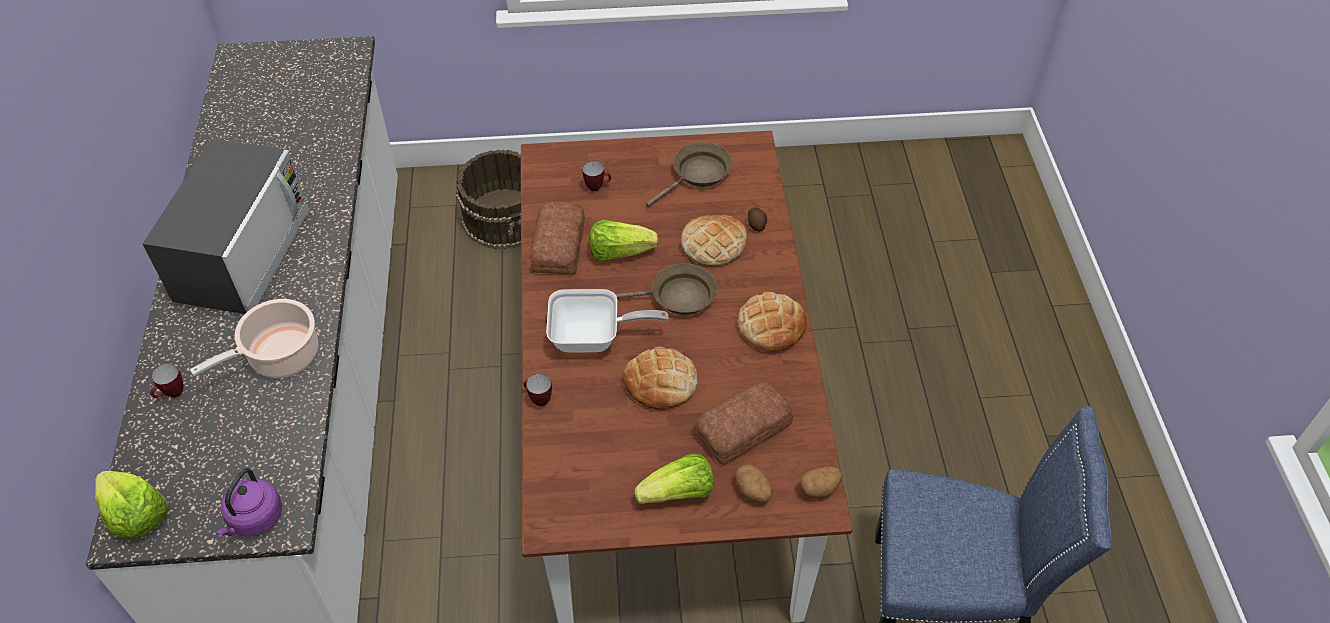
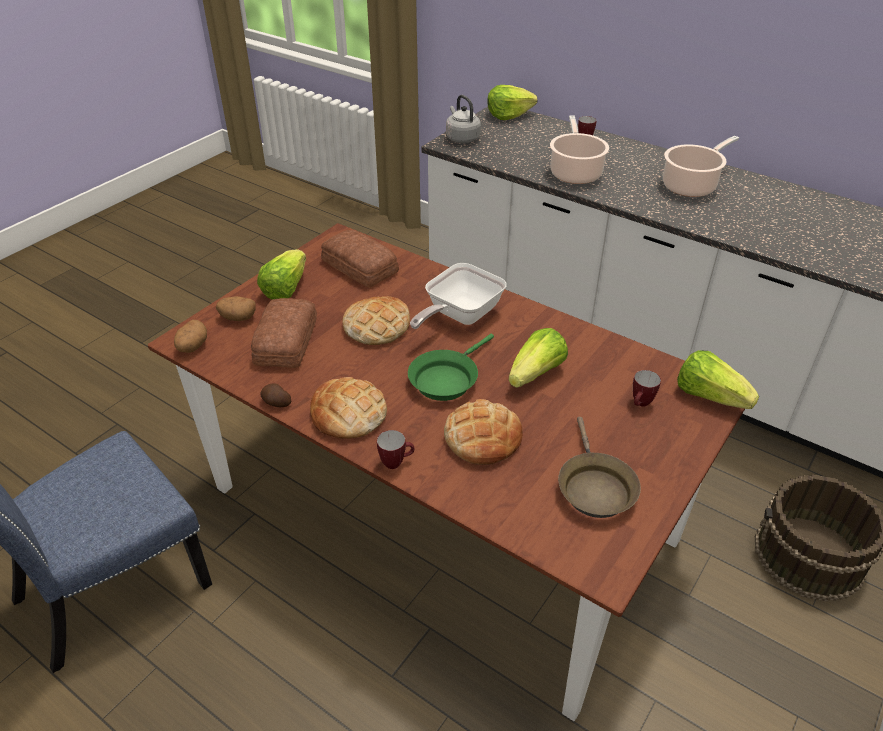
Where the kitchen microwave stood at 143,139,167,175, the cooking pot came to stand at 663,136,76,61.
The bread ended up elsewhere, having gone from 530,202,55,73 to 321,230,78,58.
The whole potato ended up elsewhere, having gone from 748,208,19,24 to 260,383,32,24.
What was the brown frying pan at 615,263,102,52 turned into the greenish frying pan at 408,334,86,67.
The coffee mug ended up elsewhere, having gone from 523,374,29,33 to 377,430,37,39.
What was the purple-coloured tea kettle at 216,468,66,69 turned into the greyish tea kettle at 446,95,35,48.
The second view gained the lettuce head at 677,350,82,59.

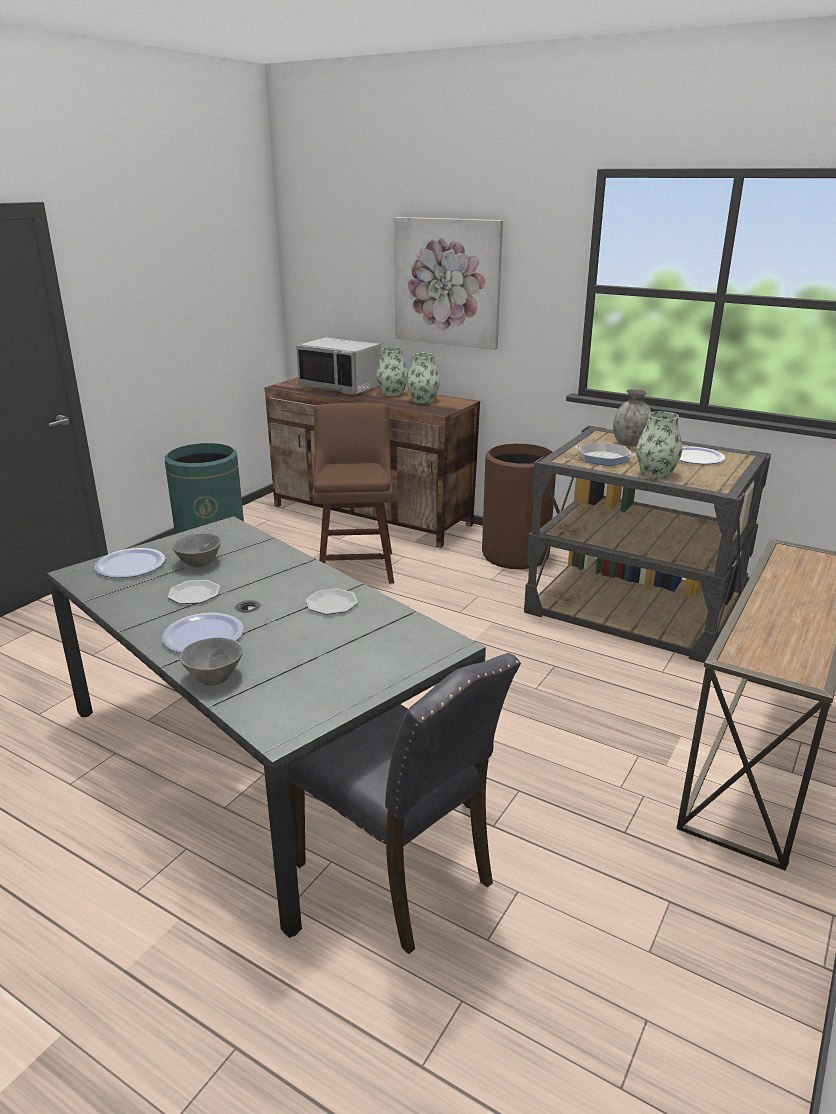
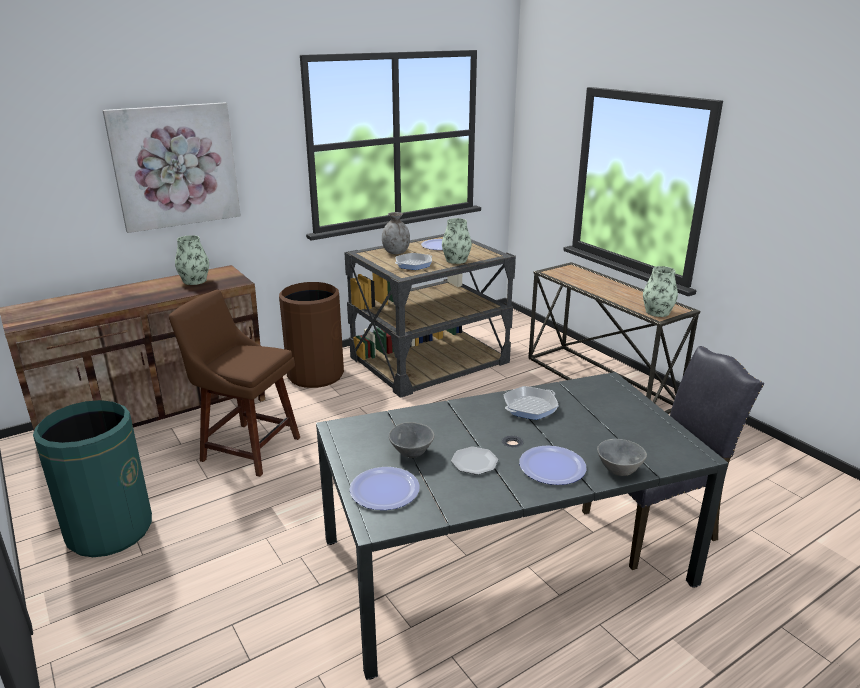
The second view lost the greyish kitchen microwave at 296,337,85,58.
The decorative vase ended up elsewhere, having gone from 376,347,32,49 to 643,266,35,51.
Where the plate stood at 305,588,53,27, the frying pan came to stand at 504,386,55,34.

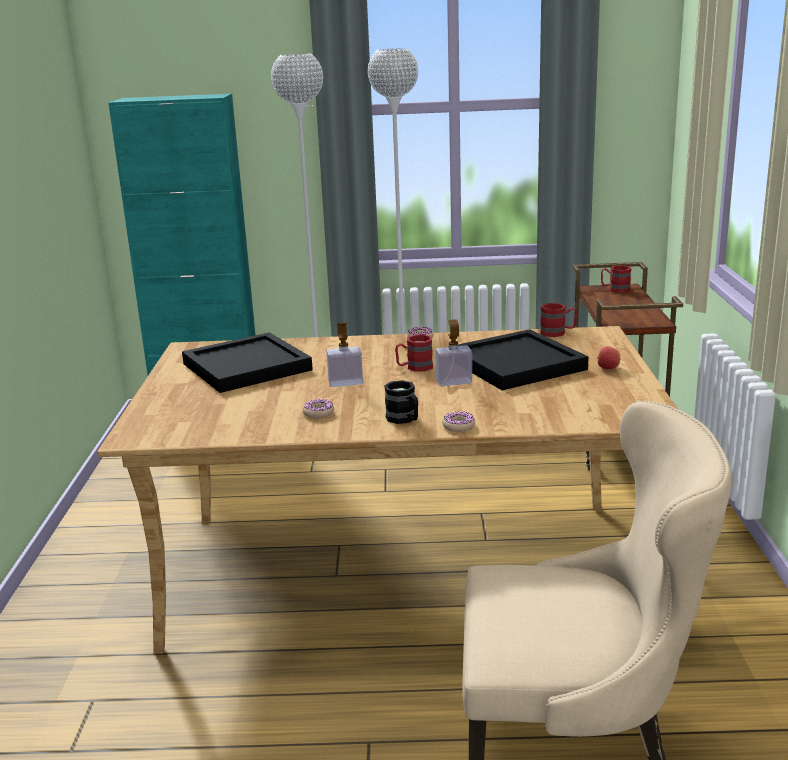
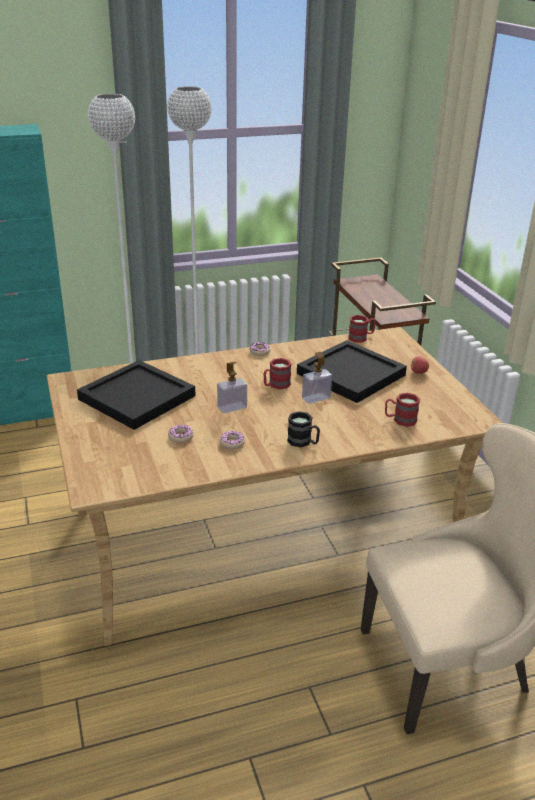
The red coffee mug ended up elsewhere, having gone from 601,265,31,28 to 385,392,35,35.
The doughnut ended up elsewhere, having gone from 442,411,33,21 to 168,424,25,19.

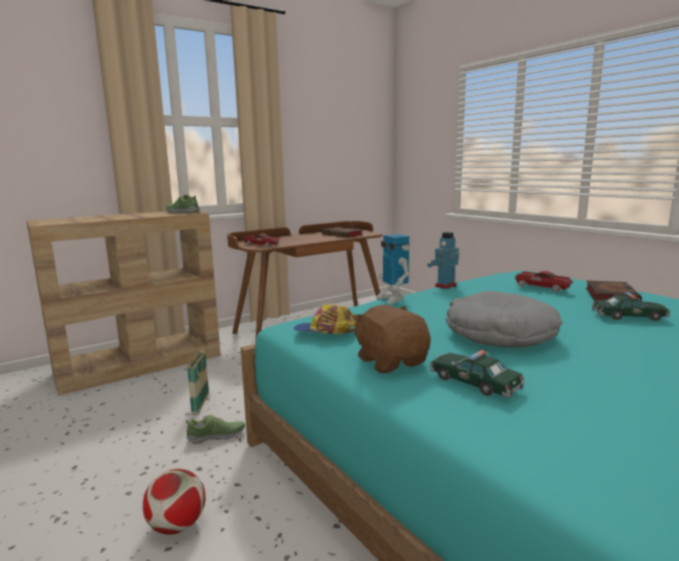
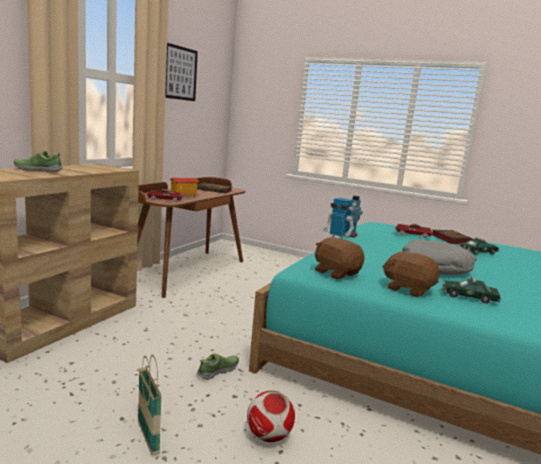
The item of footwear ended up elsewhere, having gone from 166,194,34,19 to 14,151,48,21.
Where the peaked cap stood at 294,304,63,30, the brown cuddly toy came to stand at 315,237,50,42.
The storage basket ended up elsewhere, having gone from 187,337,22,78 to 138,354,24,101.
The second view gained the picture at 165,43,33,58.
The second view gained the model house at 170,178,29,19.

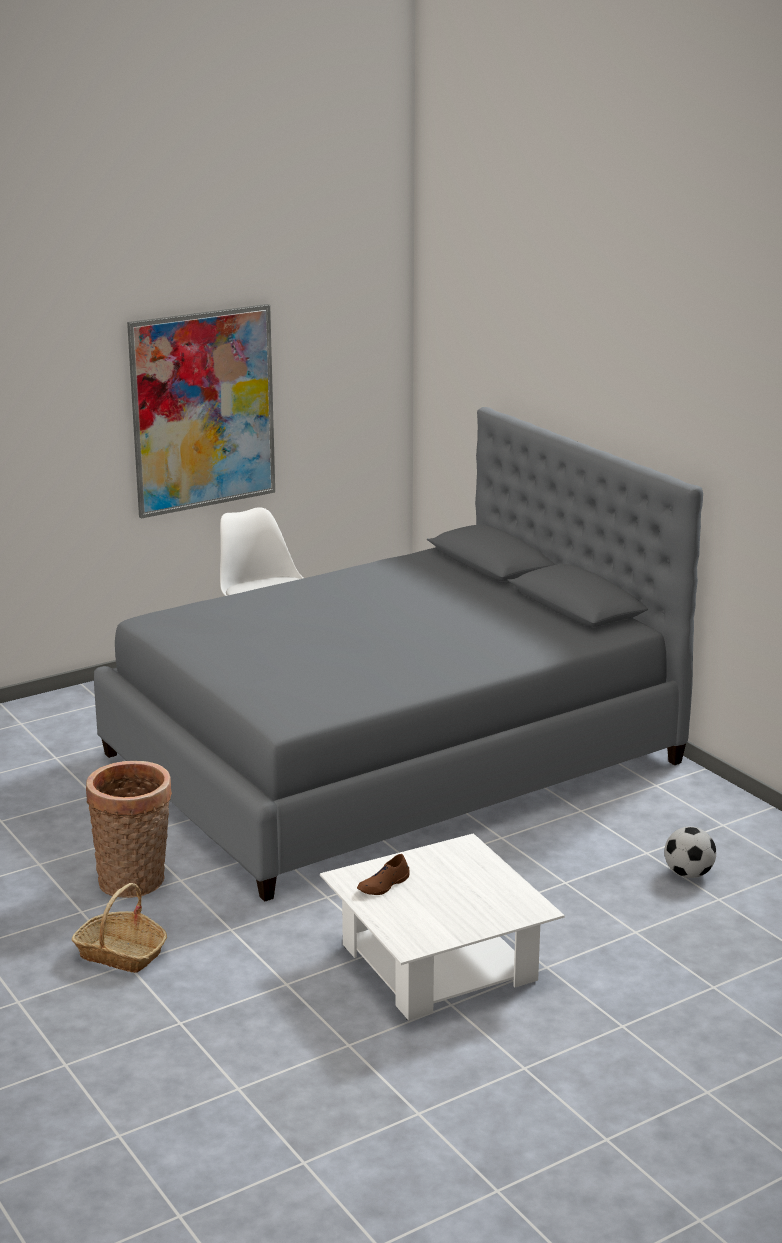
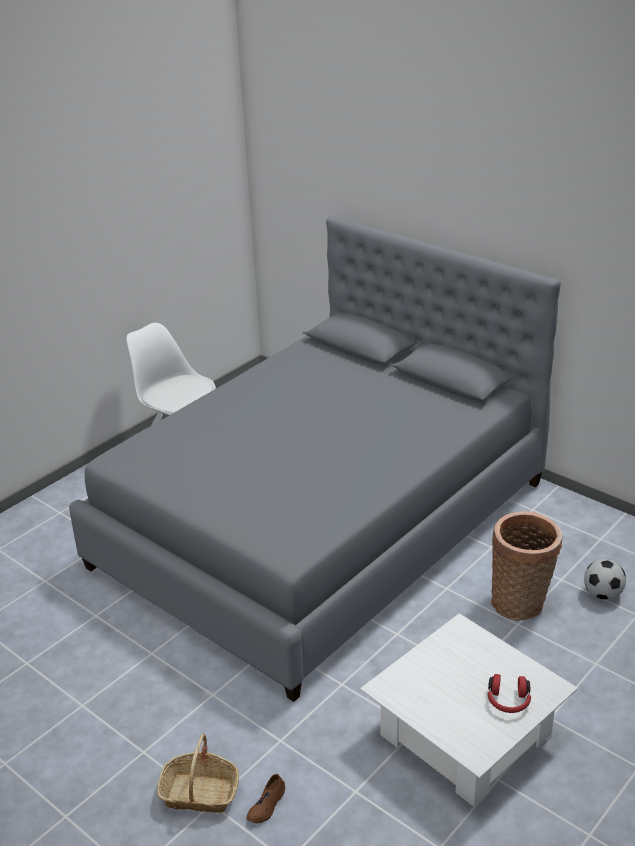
The second view lost the picture at 127,304,148,214.
The storage basket ended up elsewhere, having gone from 86,761,86,137 to 491,511,71,110.
The brown item of footwear ended up elsewhere, having gone from 357,854,53,41 to 247,774,38,49.
The second view gained the red pair of headphones at 488,674,43,39.

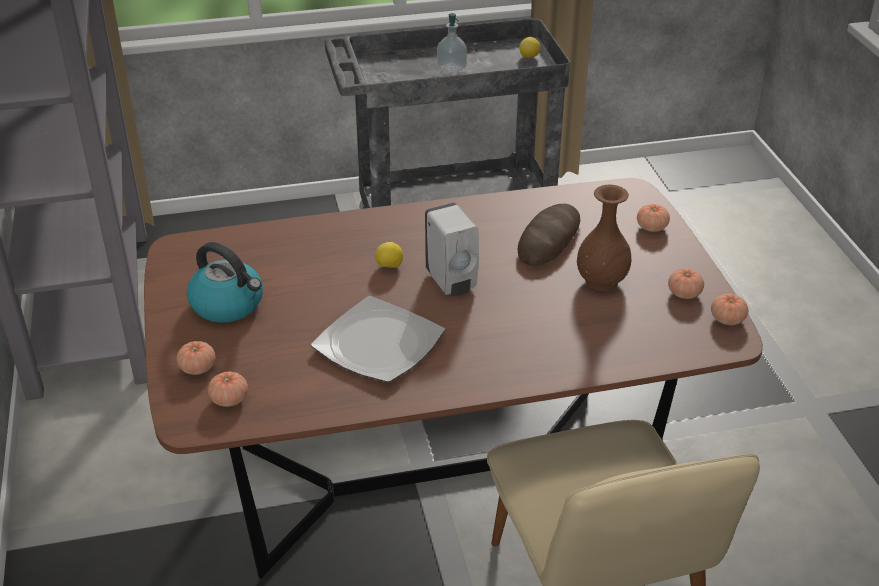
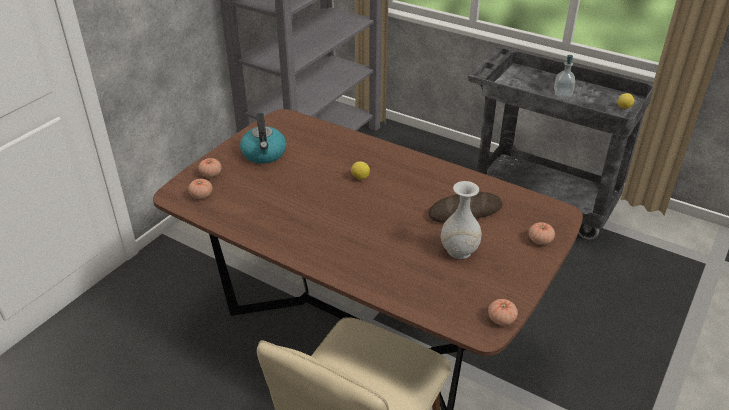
What was the brown decorative vase at 577,185,55,106 turned into the white-coloured decorative vase at 441,181,41,78.
The second view lost the white-coloured liquid soap bottle at 425,203,54,93.
The second view lost the whole tomato at 668,269,36,30.
The second view lost the plate at 311,296,134,86.

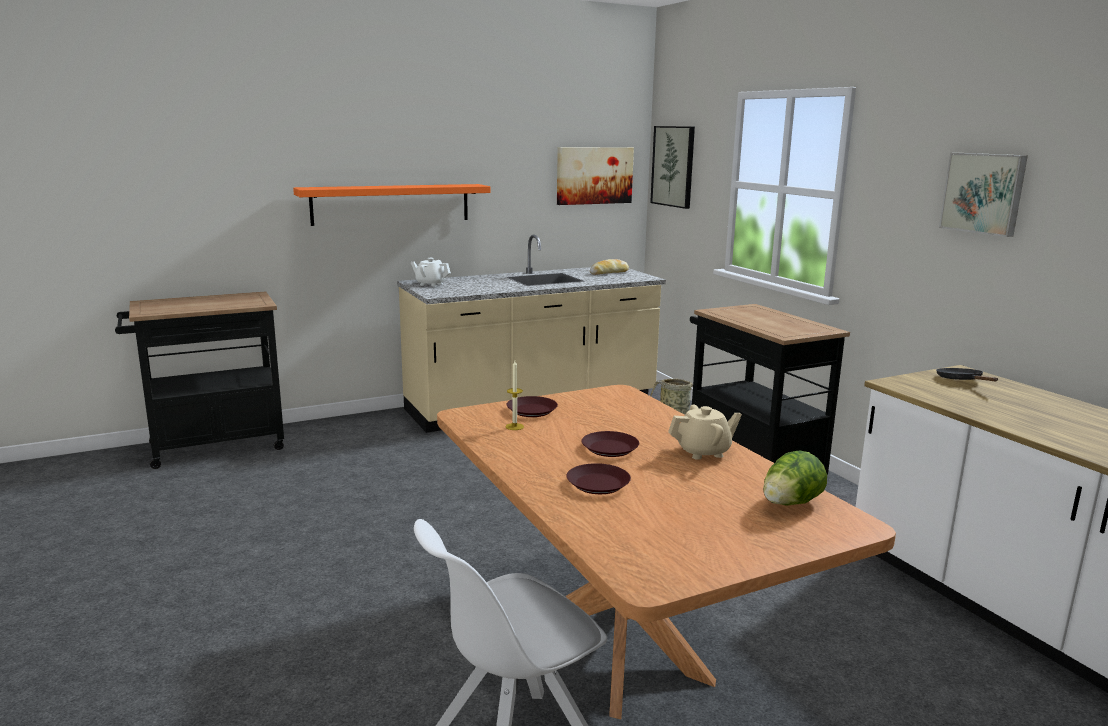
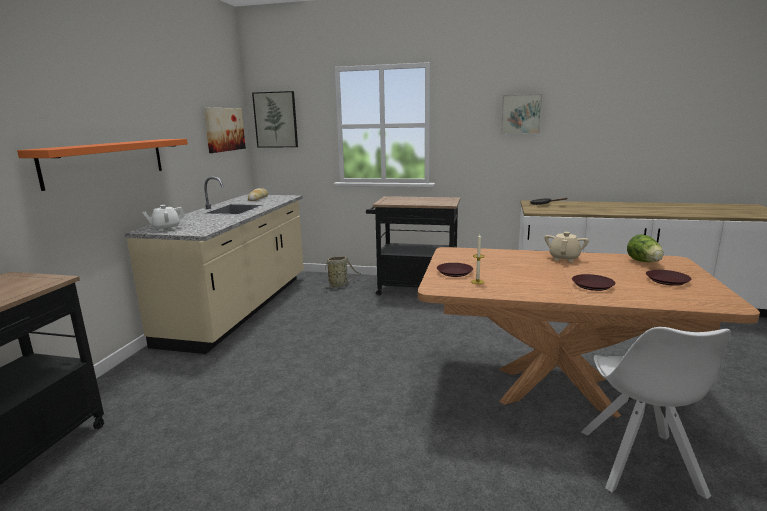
The brown plate ended up elsewhere, having gone from 582,431,57,26 to 646,270,45,16.

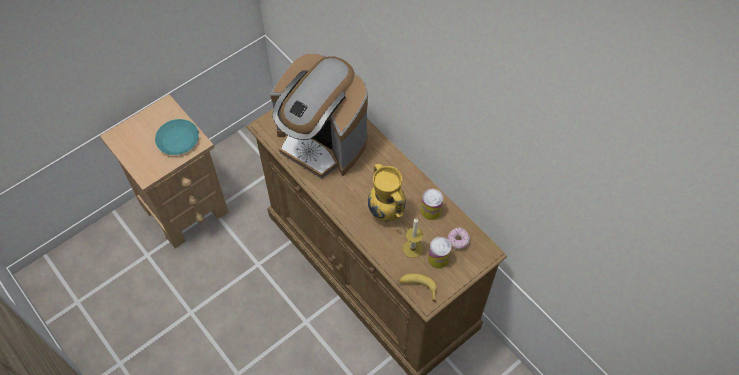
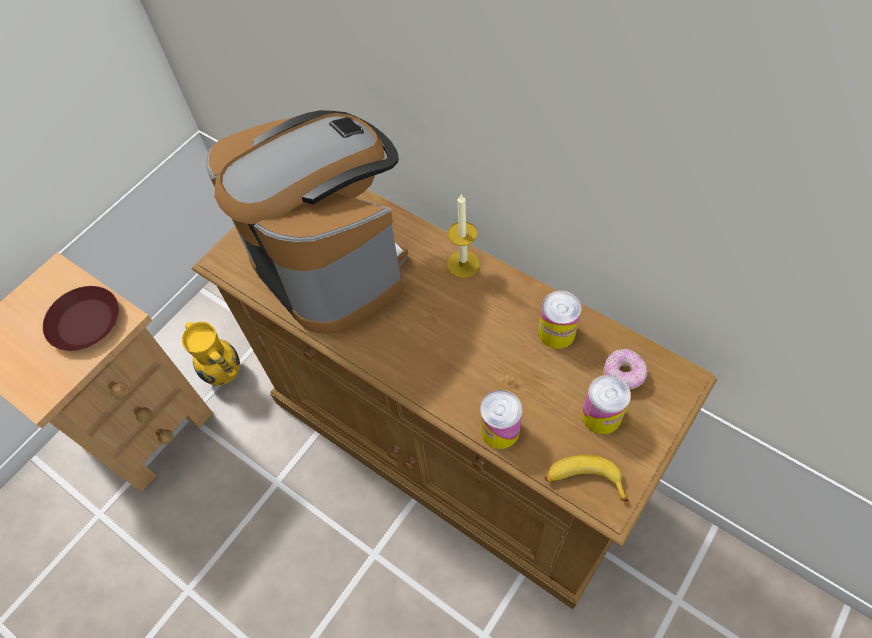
The coffee brewer at 270,53,98,126 ended up facing another way, 150 degrees counterclockwise from before.
What was the turquoise plate at 155,119,44,36 turned into the brown plate at 43,286,76,65.
The yellow decorative vase ended up elsewhere, having gone from 368,164,38,58 to 182,322,58,63.
The wax light ended up elsewhere, having gone from 403,218,20,40 to 447,193,33,85.
The second view gained the metal can at 480,390,42,59.

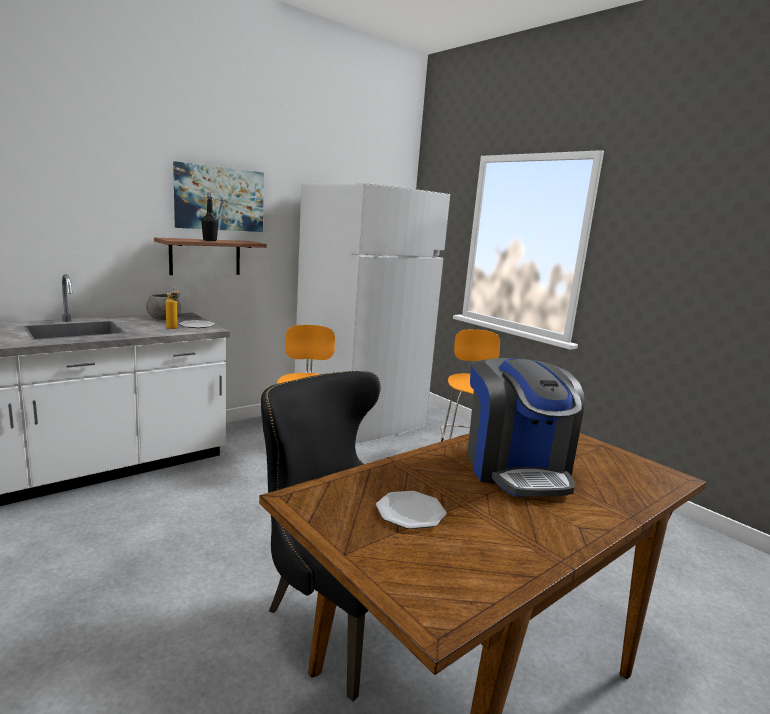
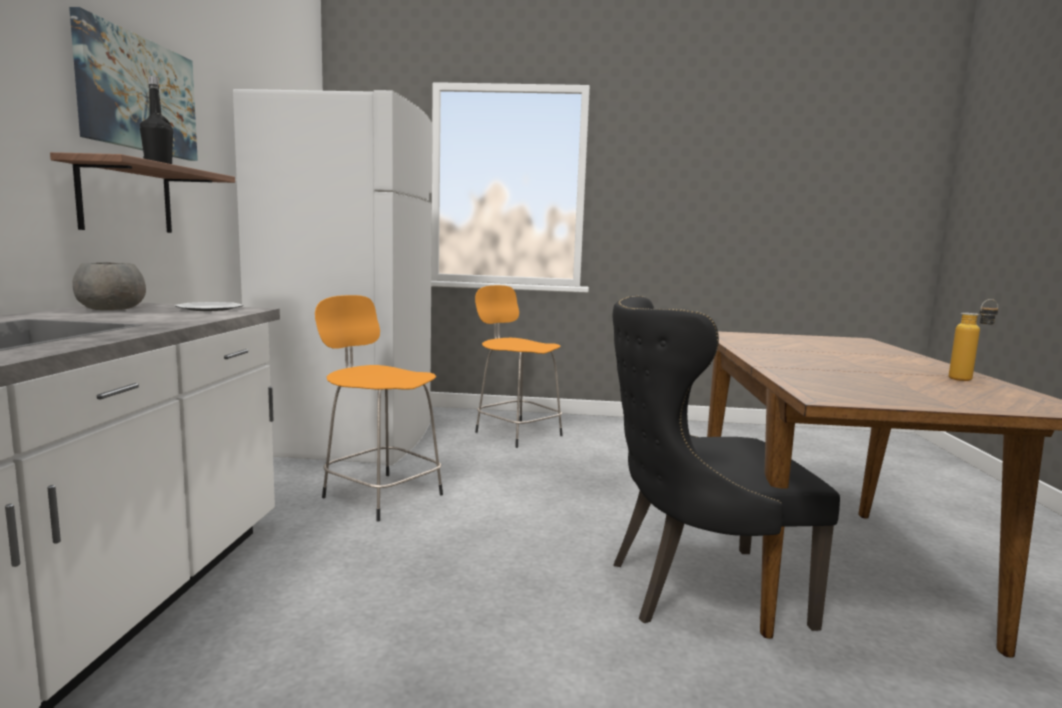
The bottle ended up elsewhere, having gone from 166,287,14,42 to 949,299,49,82.
The second view lost the coffee brewer at 467,358,118,139.
The second view lost the plate at 376,491,71,38.

